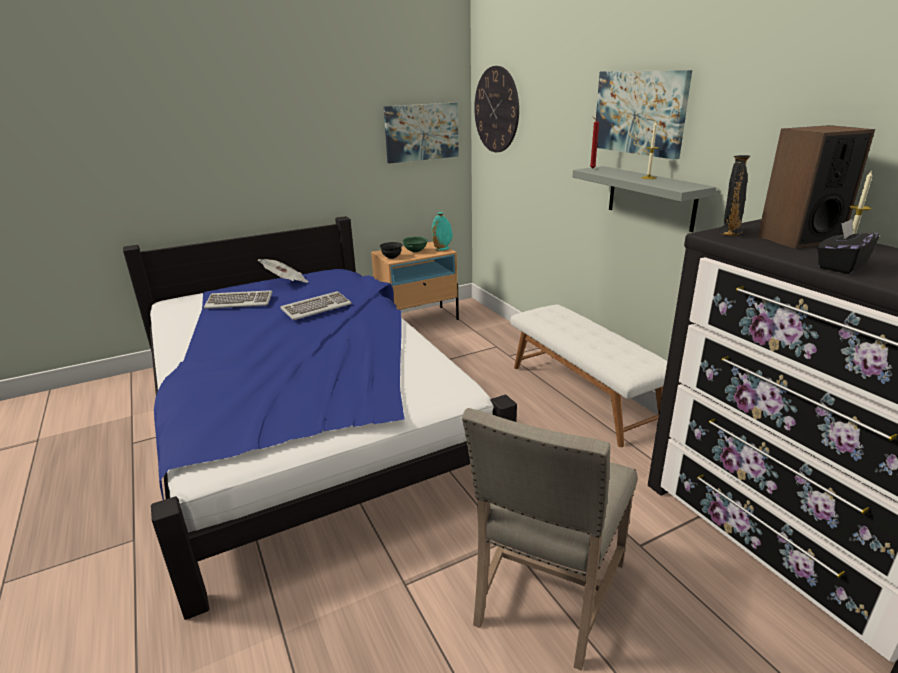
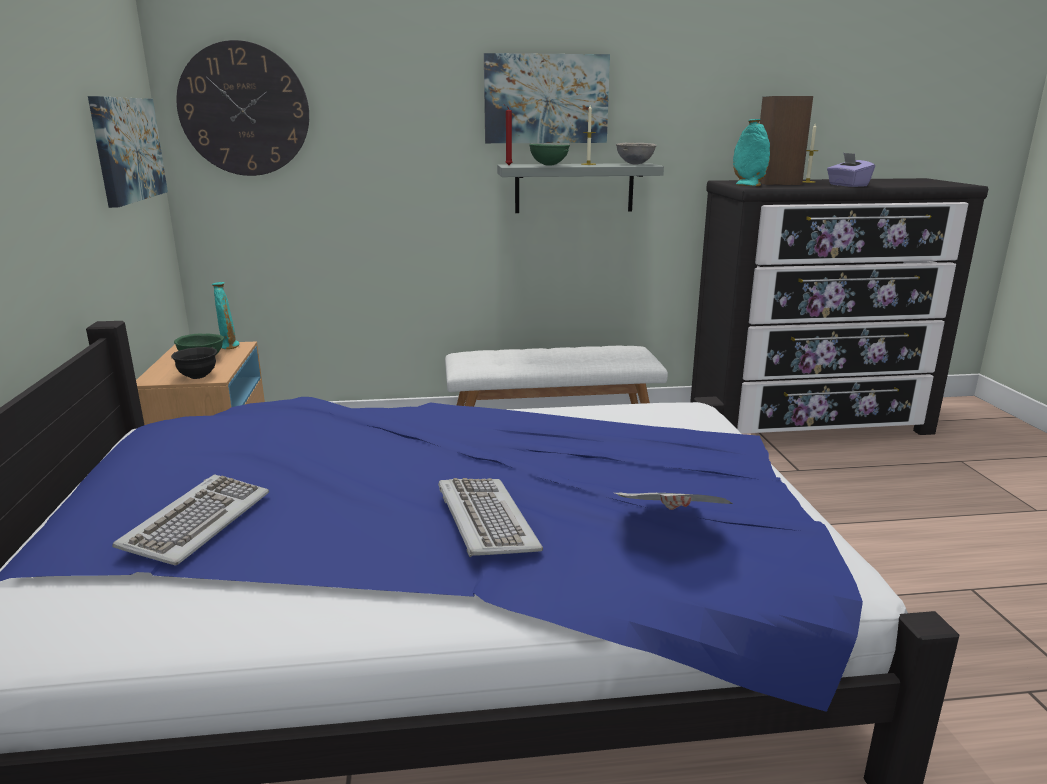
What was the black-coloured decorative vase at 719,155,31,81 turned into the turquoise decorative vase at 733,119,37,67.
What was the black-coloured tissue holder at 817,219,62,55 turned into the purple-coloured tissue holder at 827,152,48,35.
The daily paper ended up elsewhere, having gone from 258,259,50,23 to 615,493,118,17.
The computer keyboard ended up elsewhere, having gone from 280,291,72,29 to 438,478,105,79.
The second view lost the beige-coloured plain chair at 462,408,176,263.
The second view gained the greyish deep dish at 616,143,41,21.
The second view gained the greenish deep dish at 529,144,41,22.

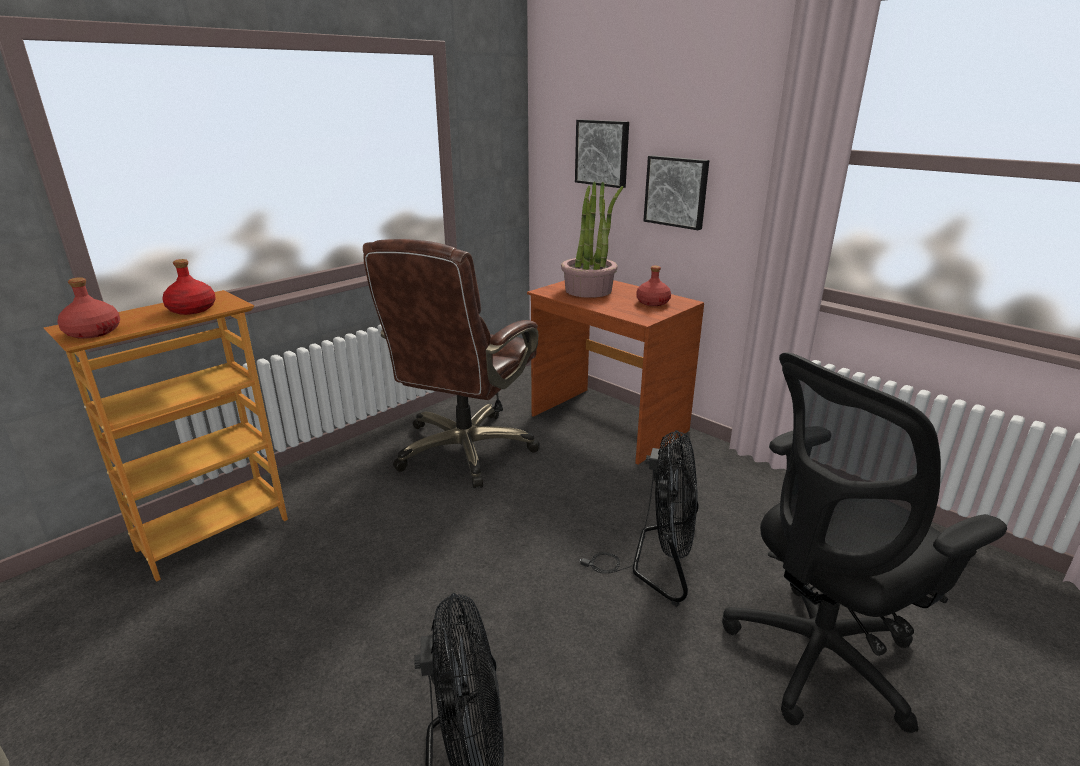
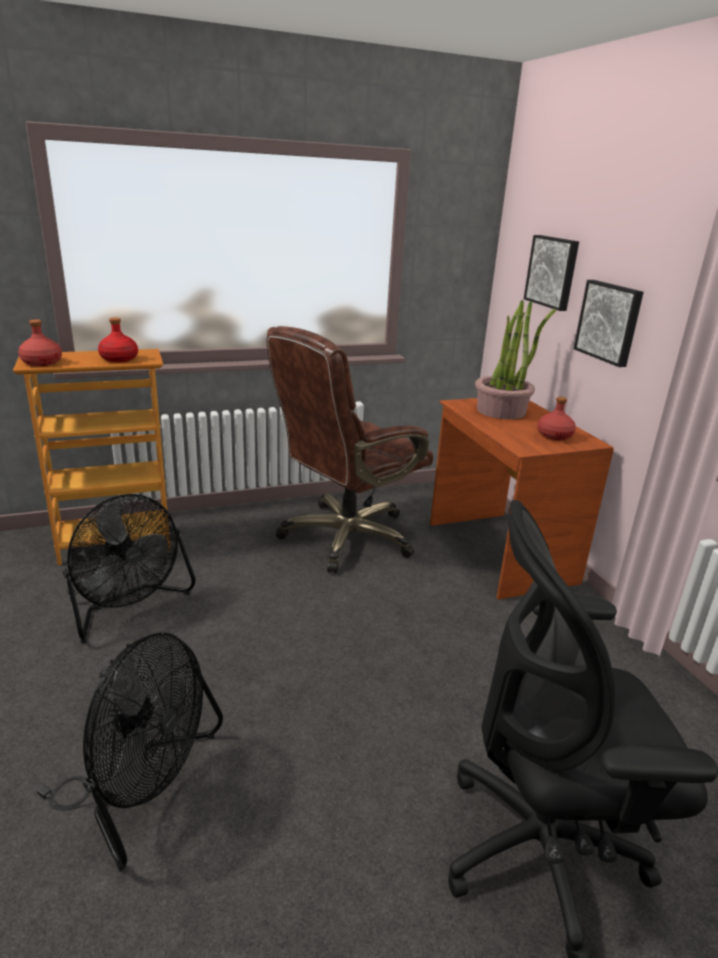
The black-coloured fan ended up elsewhere, having gone from 579,430,120,177 to 63,494,132,150.

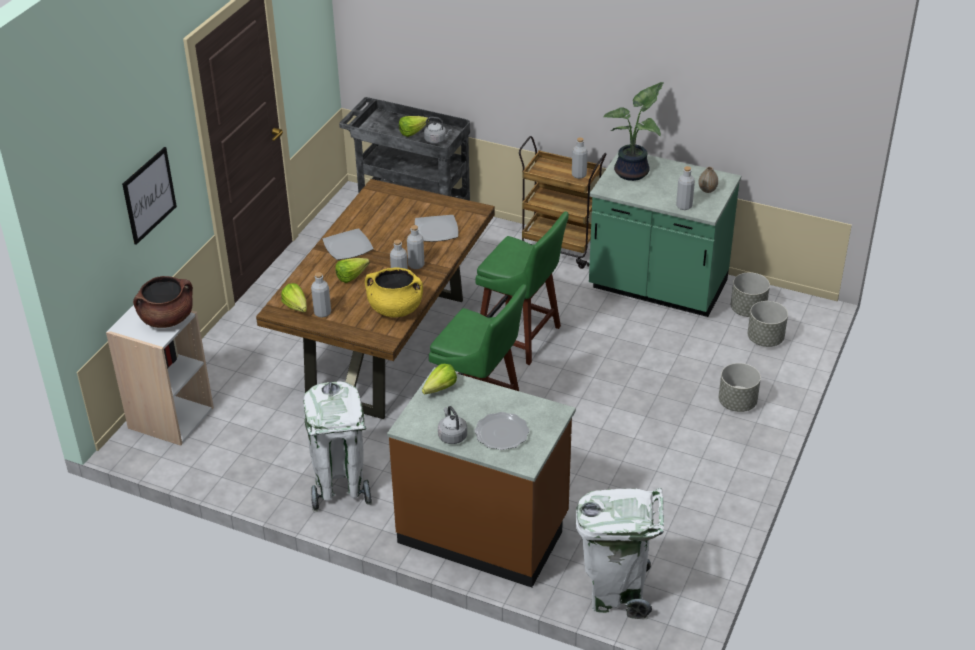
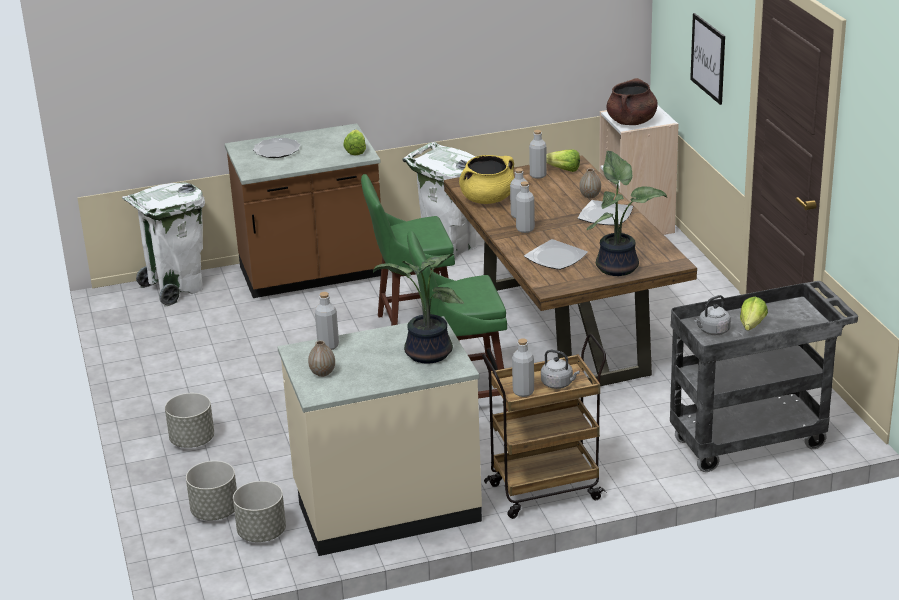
What was the greenish kitchen counter at 589,151,152,166 turned into the beige-coloured kitchen counter at 278,316,204,240.
The second view lost the lettuce head at 336,258,34,25.
The greyish tea kettle ended up elsewhere, having gone from 438,406,29,38 to 541,350,39,39.
The second view gained the houseplant at 586,151,81,125.
The second view gained the decorative vase at 579,168,22,30.

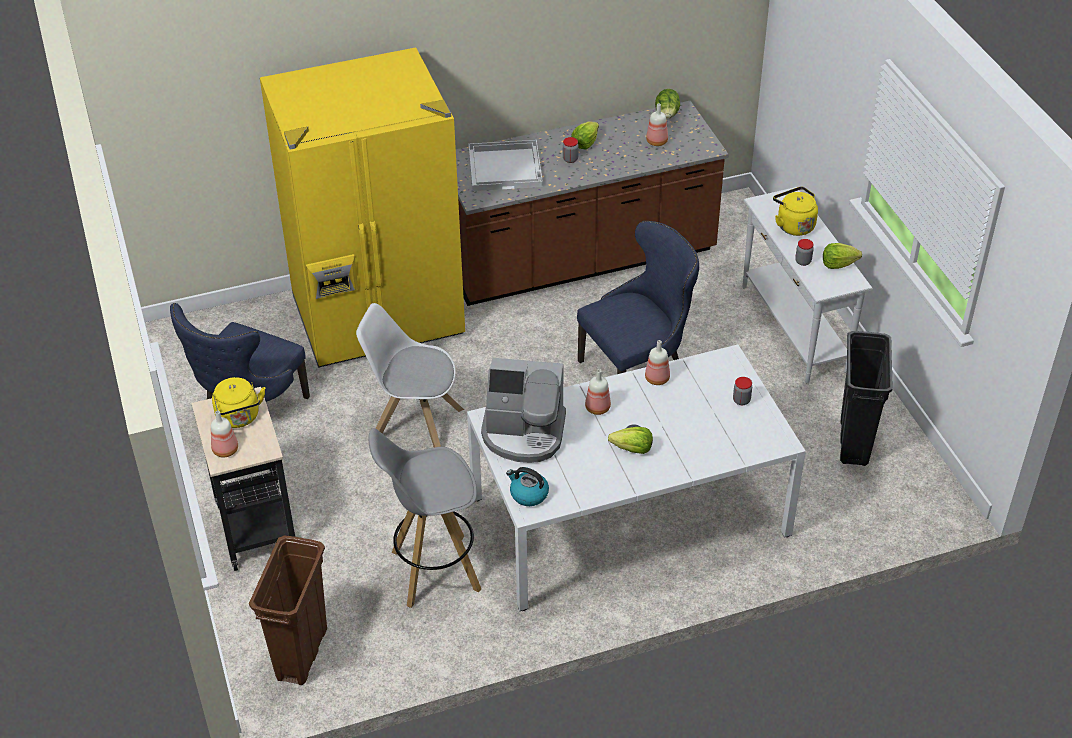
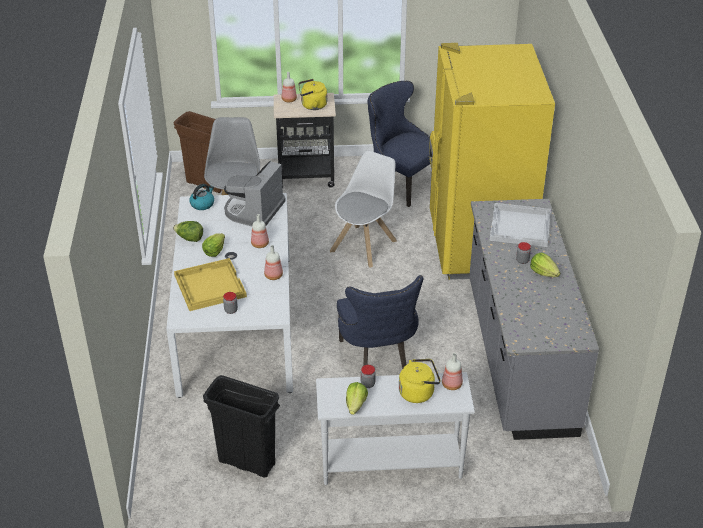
The lettuce head ended up elsewhere, having gone from 655,89,25,30 to 173,221,30,21.
What was the brown kitchen counter at 456,101,273,205 turned into the greyish kitchen counter at 469,199,130,241.
The bottle ended up elsewhere, having gone from 646,104,22,42 to 442,353,21,37.
The second view gained the yellow serving tray at 174,258,73,53.

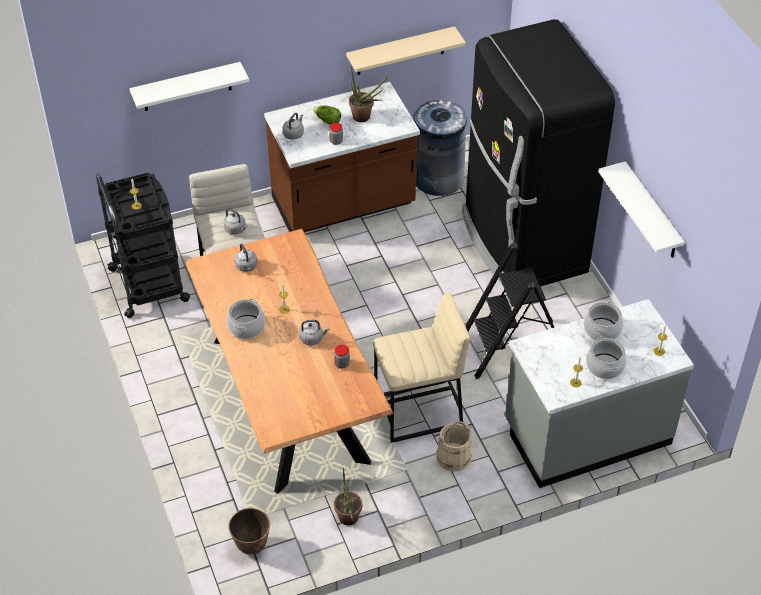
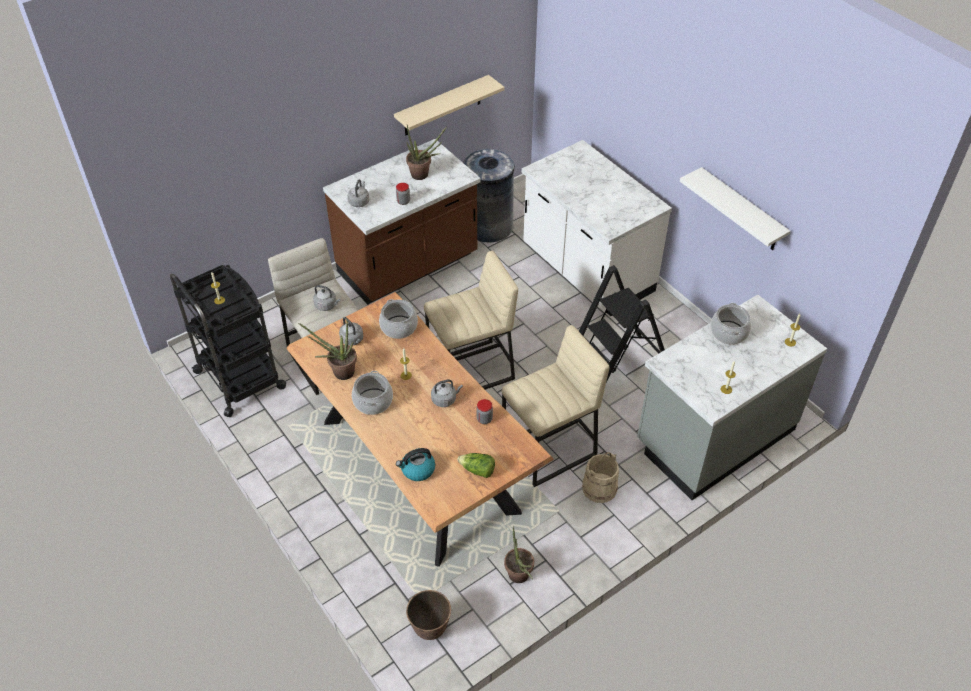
Where the black-coloured fridge stood at 462,19,153,268, the white-coloured kitchen counter came to stand at 522,140,150,176.
The second view lost the white-coloured shelf at 130,62,119,49.
The lettuce head ended up elsewhere, having gone from 313,105,28,20 to 458,453,37,25.
The cooking pot ended up elsewhere, having gone from 586,336,41,43 to 379,299,39,40.
The second view gained the beige-coloured stool at 424,251,94,139.
The second view gained the houseplant at 298,321,59,59.
The second view gained the tea kettle at 396,448,39,33.

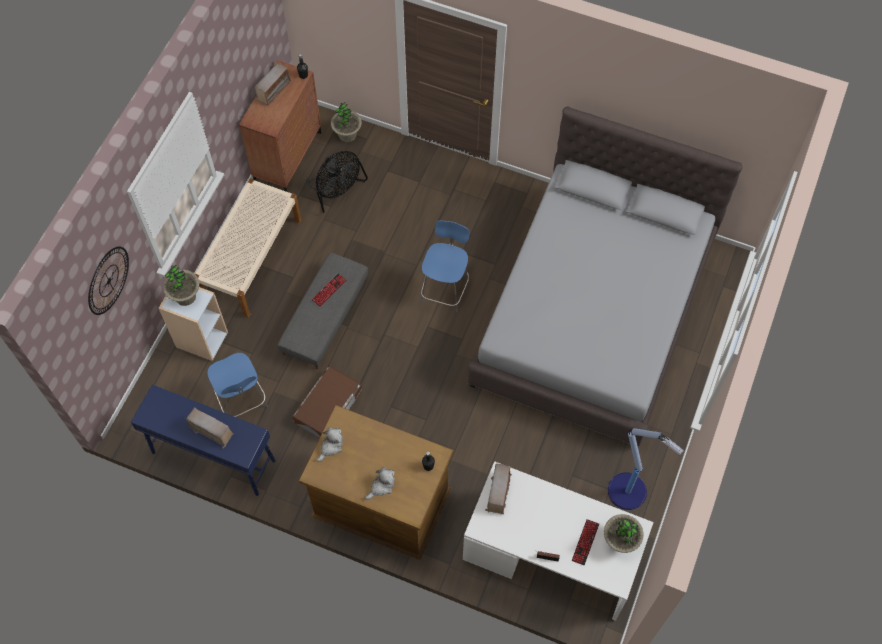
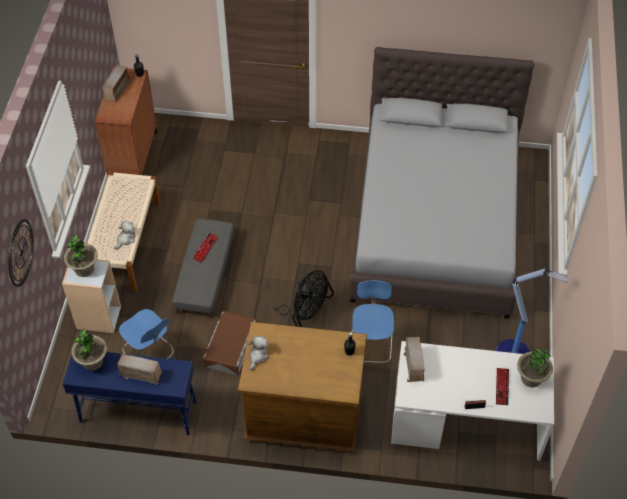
The houseplant ended up elsewhere, having gone from 331,102,31,40 to 71,328,36,43.
The black-coloured fan ended up elsewhere, having gone from 305,151,63,62 to 273,270,61,57.
The bluish plain chair ended up elsewhere, having gone from 421,221,49,91 to 351,280,43,88.
The cuddly toy ended up elsewhere, having gone from 365,467,30,33 to 114,221,21,29.

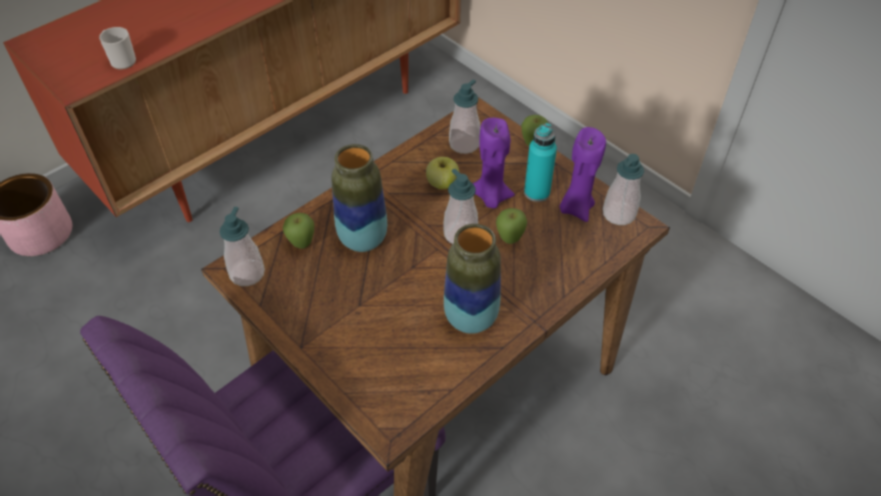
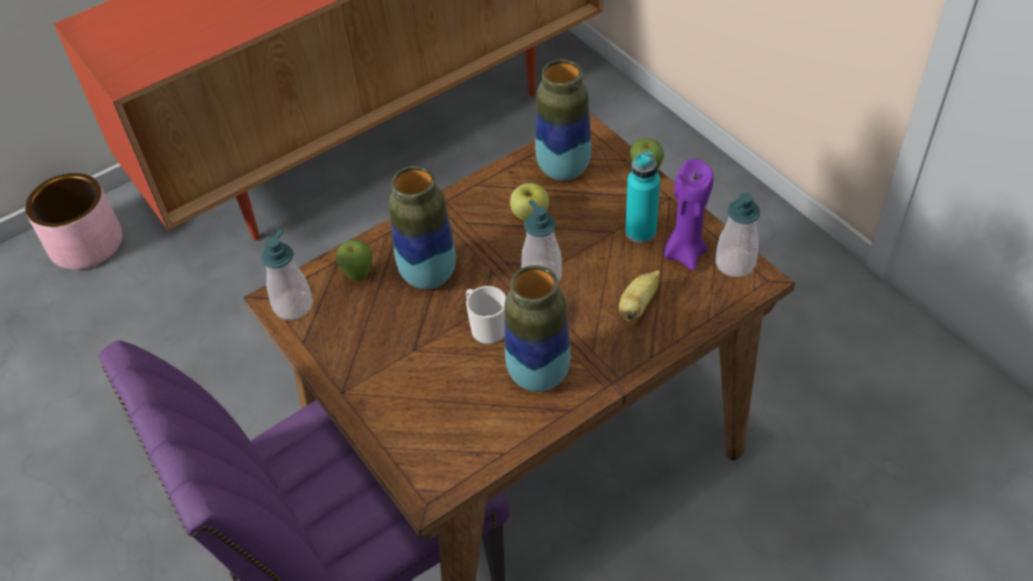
The coffee mug ended up elsewhere, having gone from 99,27,37,42 to 466,286,40,58.
Where the liquid soap bottle stood at 449,80,31,74, the decorative vase came to stand at 535,59,56,122.
The second view lost the purple-coloured wax light at 473,118,42,90.
The second view lost the apple at 496,208,31,36.
The second view gained the whole banana at 619,270,41,52.

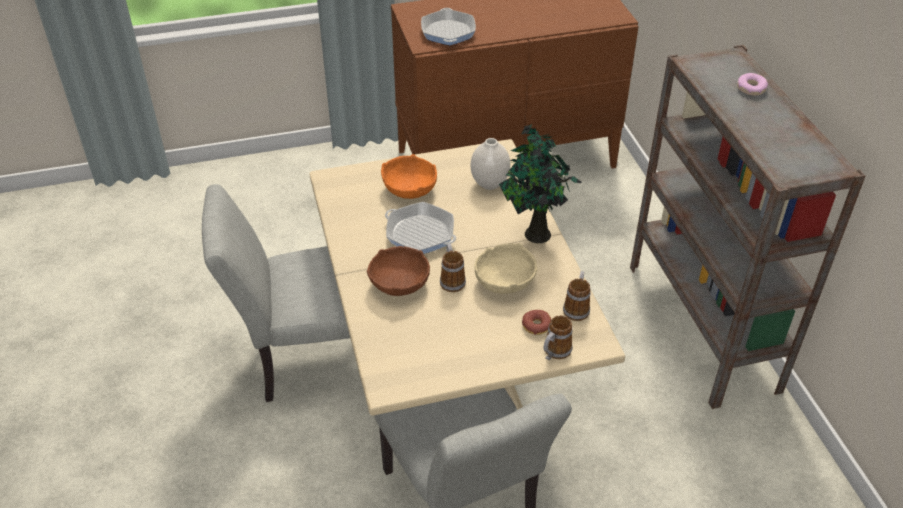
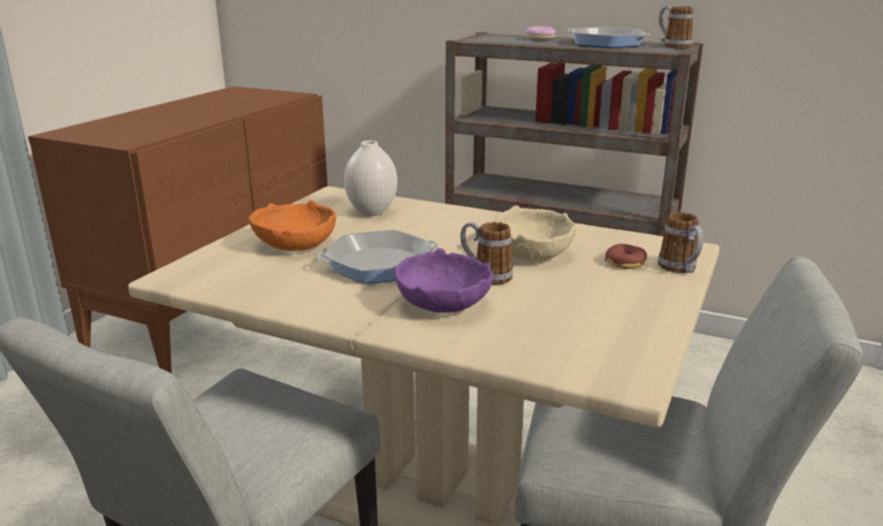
The frying pan ended up elsewhere, having gone from 421,8,55,37 to 568,27,82,21.
The second view lost the houseplant at 499,124,83,119.
What was the brown deep dish at 367,246,63,50 turned into the purple-coloured deep dish at 394,248,99,65.
The coffee mug ended up elsewhere, having gone from 563,271,28,50 to 659,6,35,42.

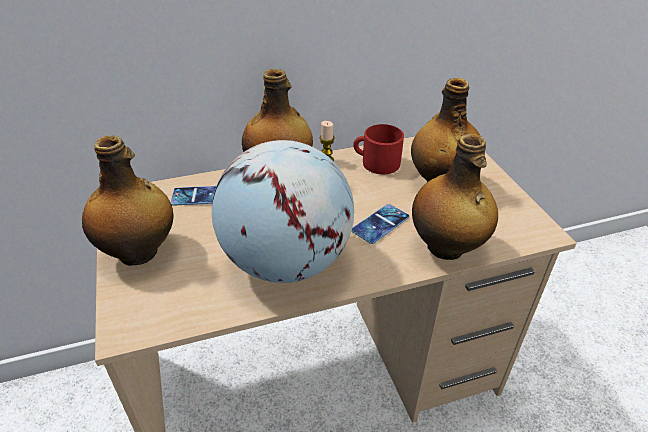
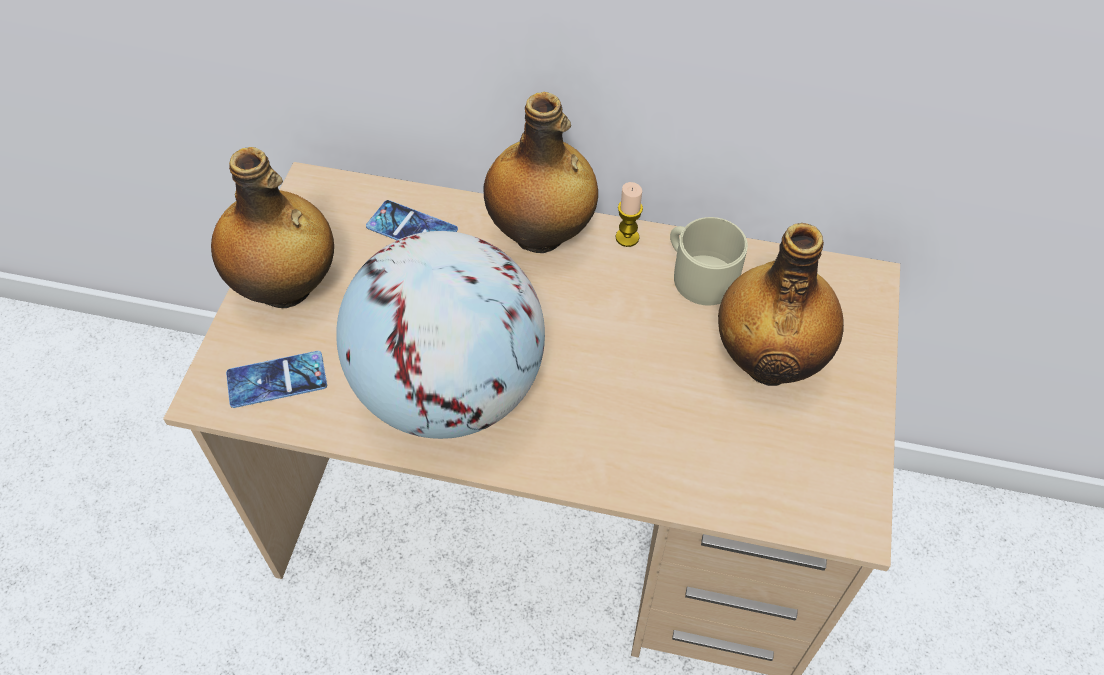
What was the red coffee mug at 353,124,51,50 turned into the beige-coloured coffee mug at 670,217,78,88.
The second view lost the bottle at 412,134,86,126.
The handset ended up elsewhere, having gone from 351,204,58,40 to 226,351,101,57.

